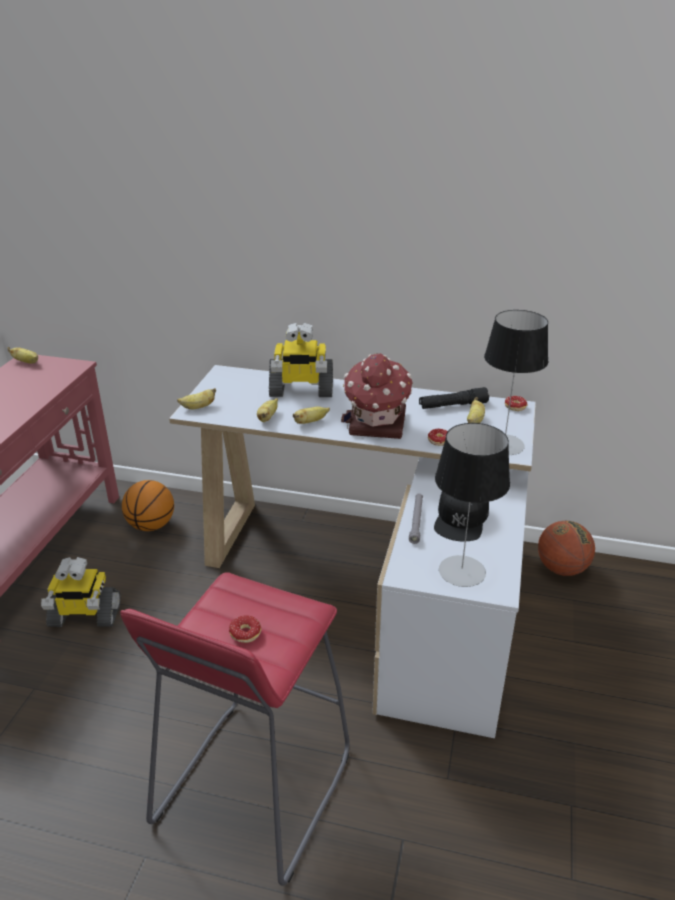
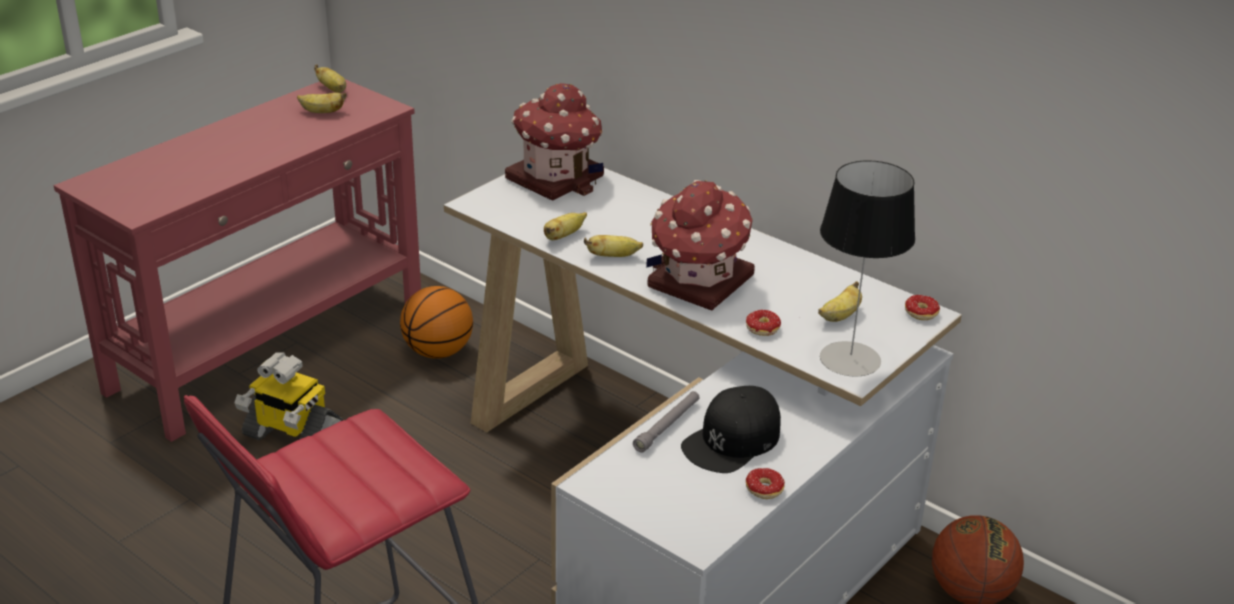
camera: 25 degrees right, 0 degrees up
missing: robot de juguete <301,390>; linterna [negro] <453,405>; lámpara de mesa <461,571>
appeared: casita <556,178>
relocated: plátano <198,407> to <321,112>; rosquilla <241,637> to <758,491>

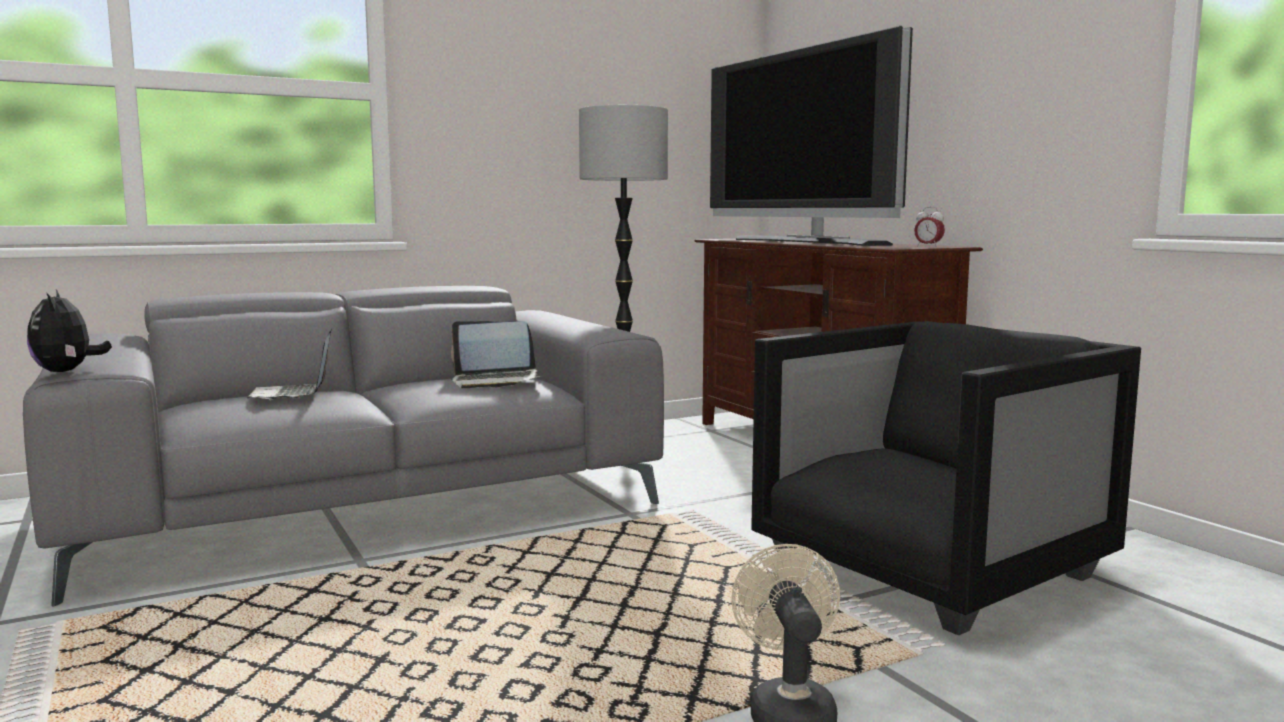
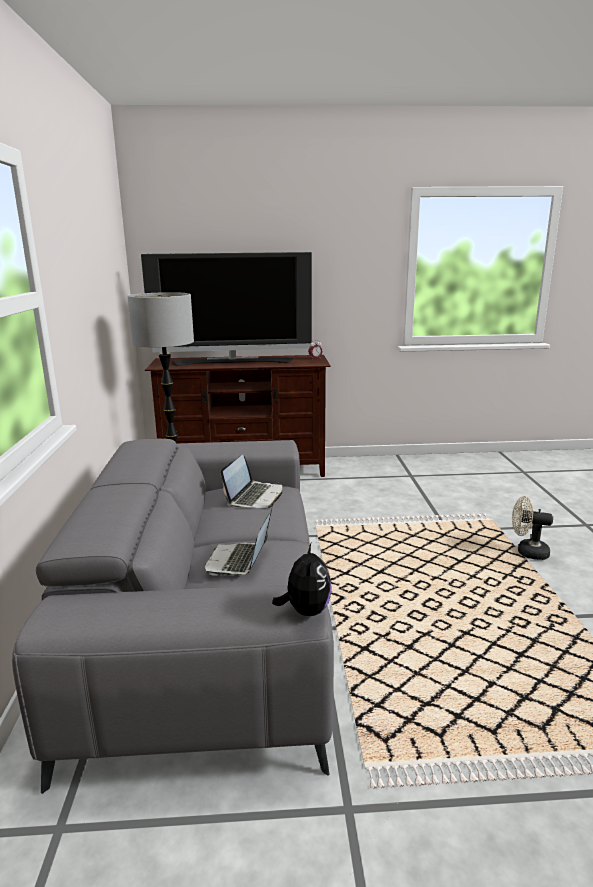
camera: 65 degrees left, 10 degrees up
missing: sillón [negro] <929,570>
spun: peluche <66,371> = <305,610> 90 degrees counterclockwise; portátil <293,395> = <239,561> 90 degrees clockwise

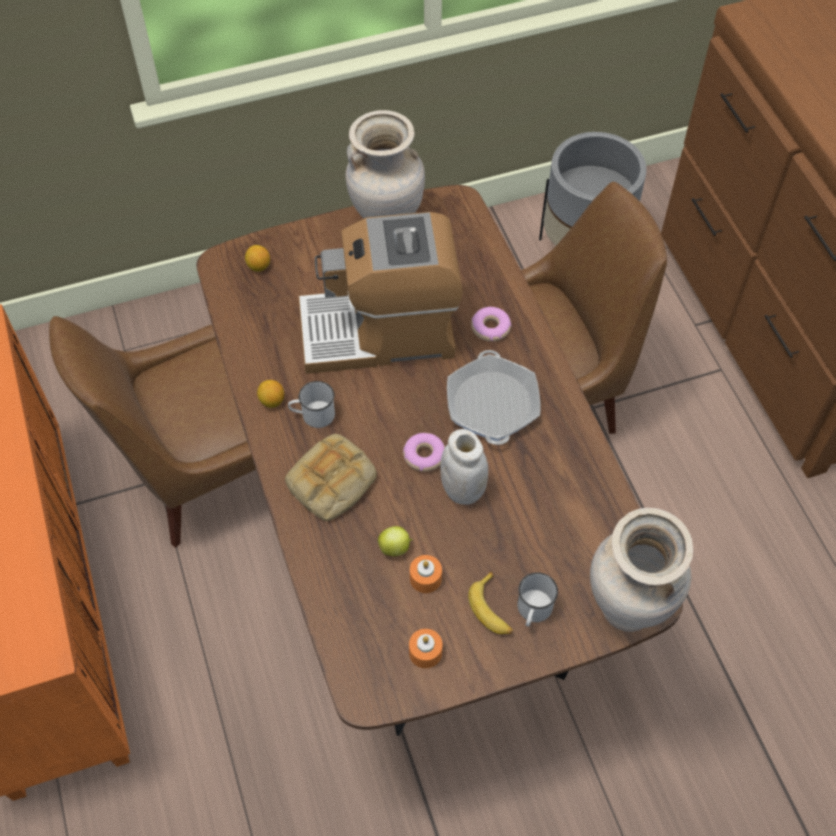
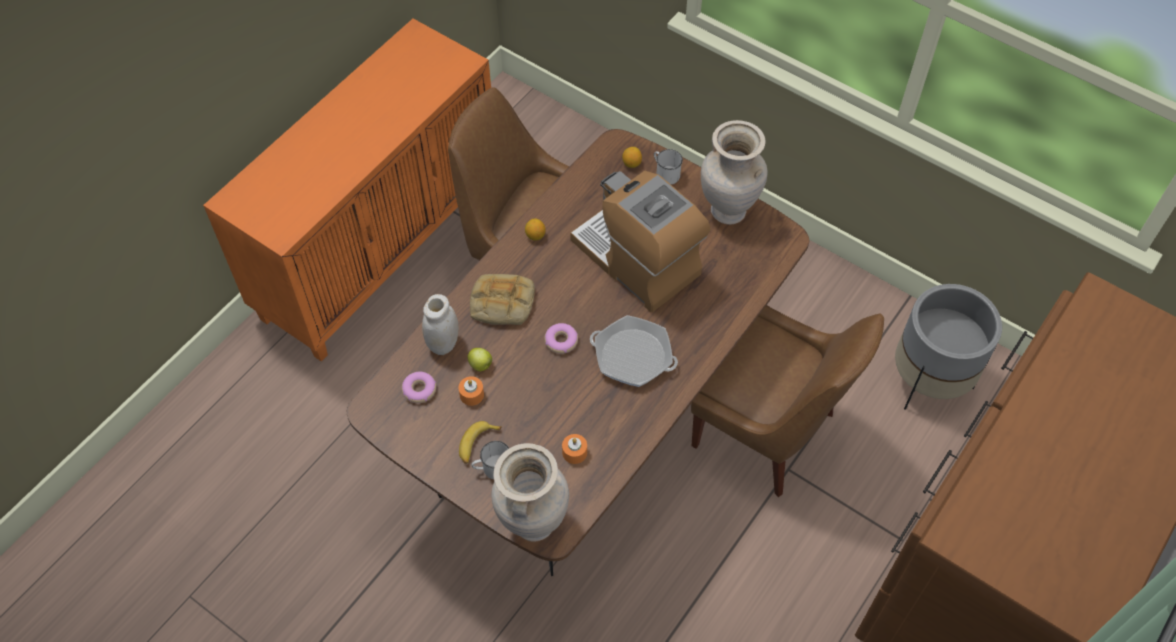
camera: 55 degrees right, 0 degrees up
relocated: taza grande [blanco] <313,415> to <665,173>; vela [naranja] <425,652> to <574,452>; tarro [blanco] <463,490> to <443,343>; rosquilla <490,328> to <419,390>
spun: sartén <492,404> = <633,356> 120 degrees counterclockwise

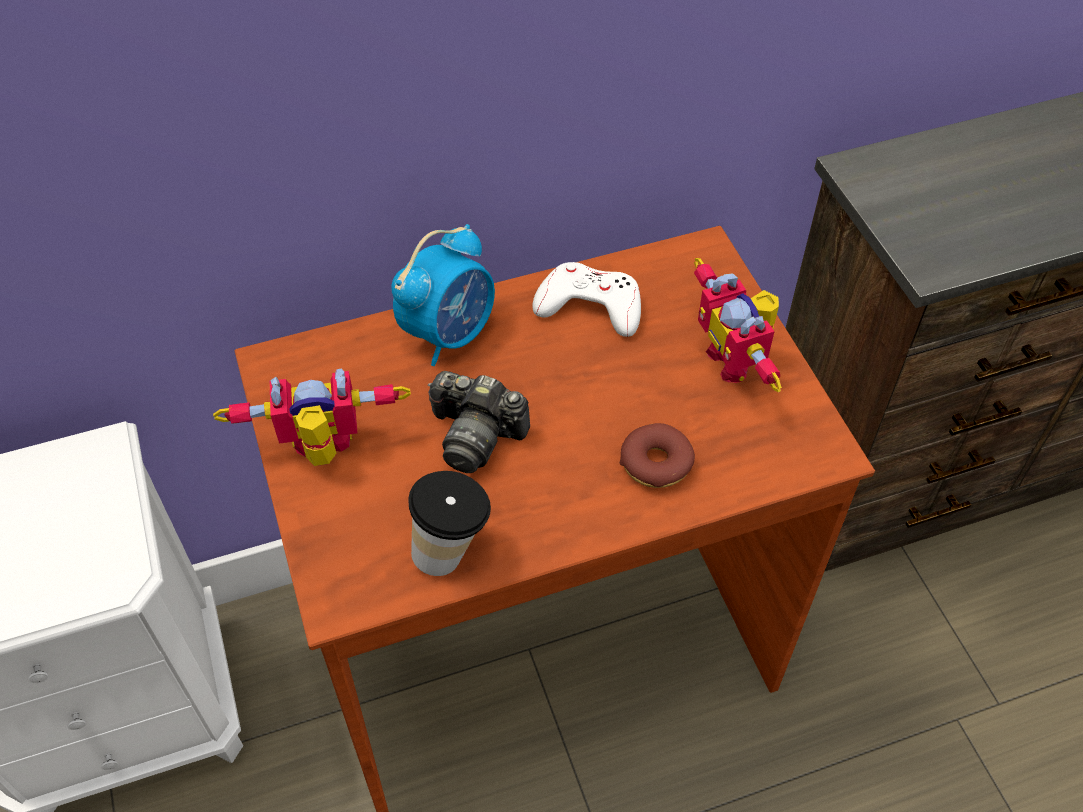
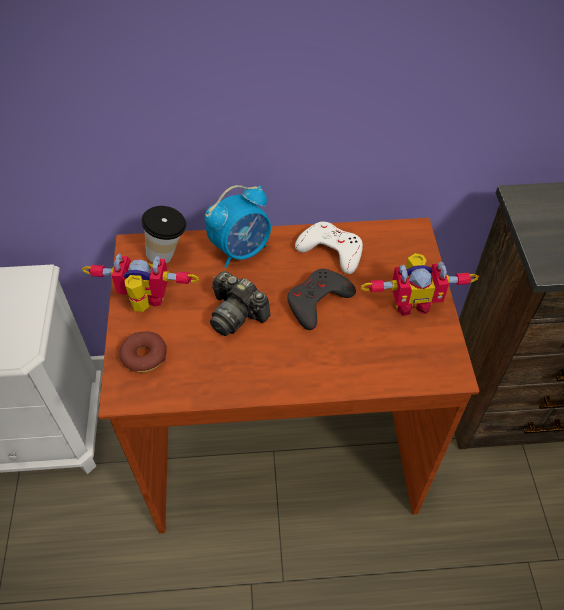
camera: 15 degrees right, 0 degrees up
appeared: mando de consola [gris] <317,301>
relocated: taza <452,552> to <169,255>; rosquilla <656,463> to <144,356>
spun: robot de juguete <736,359> = <412,302> 90 degrees counterclockwise

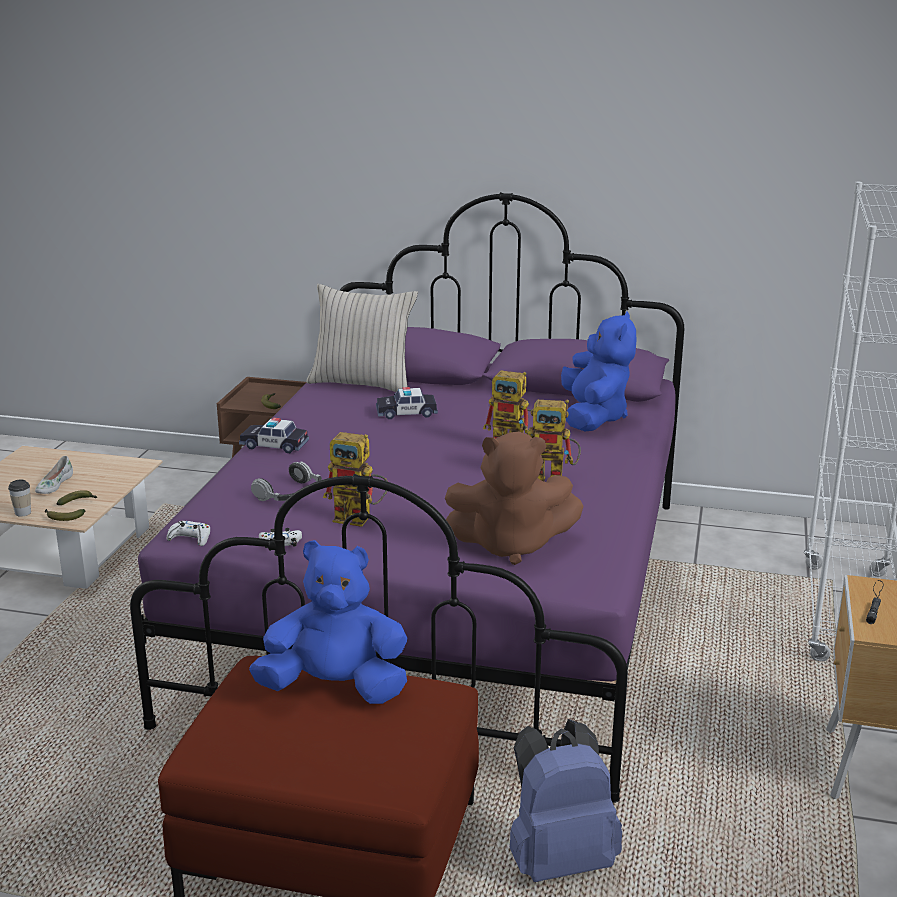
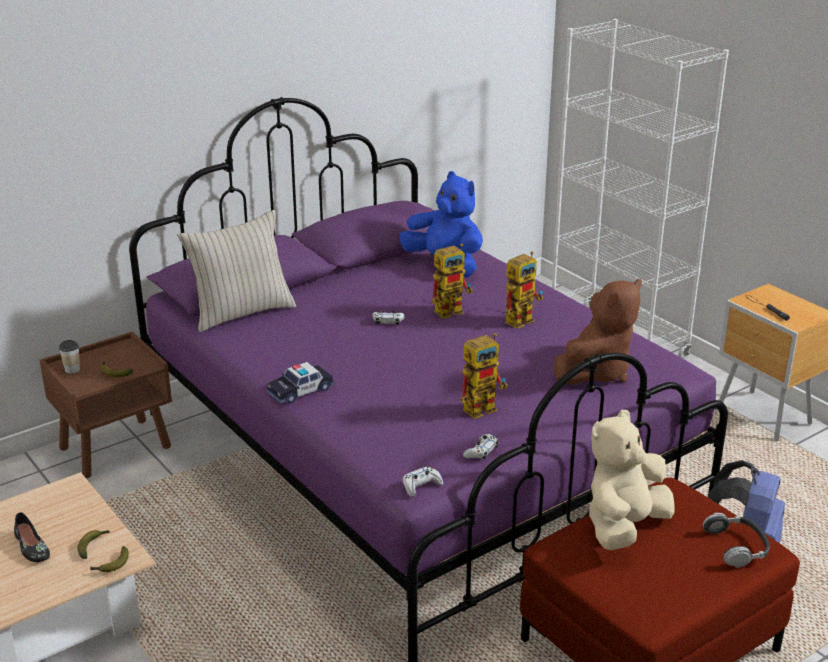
camera: 50 degrees left, 5 degrees up
missing: coche de juguete <406,413>
appeared: mando de consola [blanco] <388,321>
relocated: taza <23,512> to <72,369>; auriculares <290,494> to <737,546>
colour: zapato [blanco] <54,484> to zapato [negro] <31,547>; peluche [azul] <335,688> to peluche [beis] <624,527>

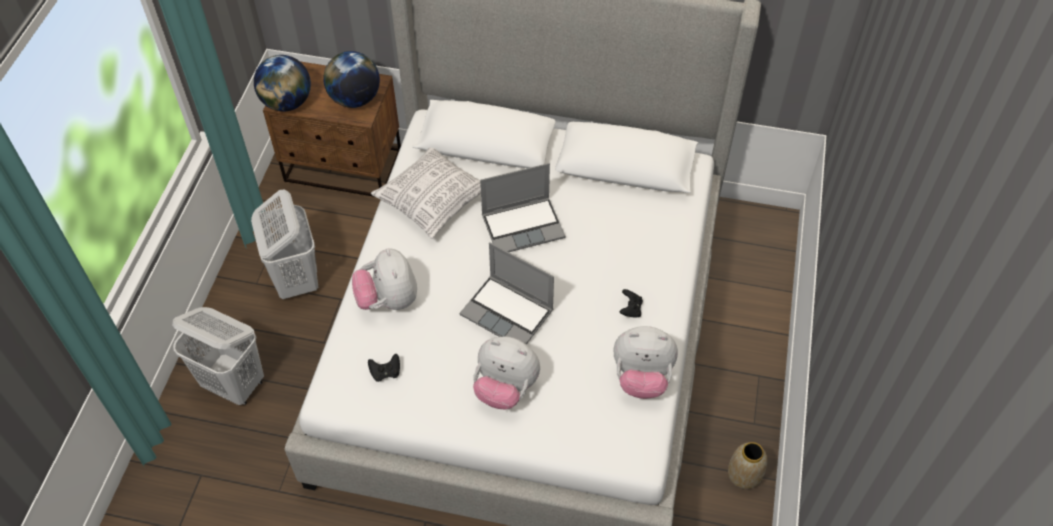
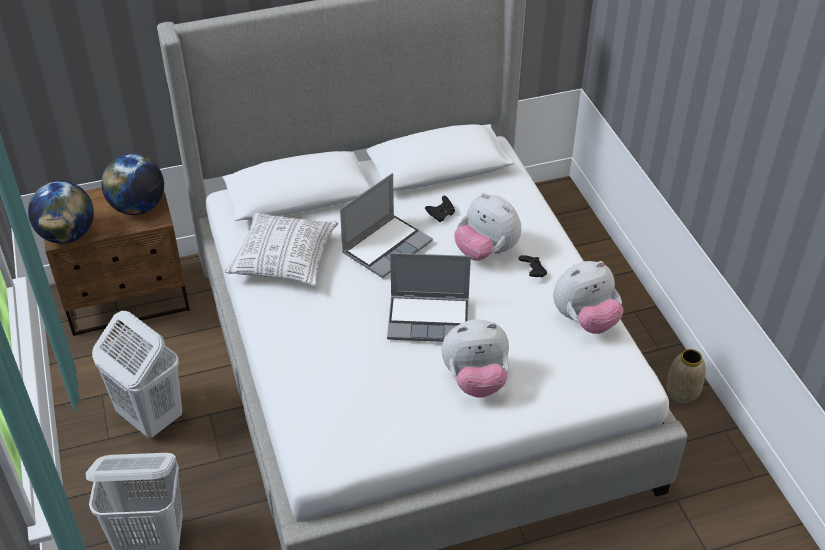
camera: 30 degrees left, 10 degrees down
relocated: peluche <388,300> to <486,251>; mando de consola [negro] <385,372> to <441,215>

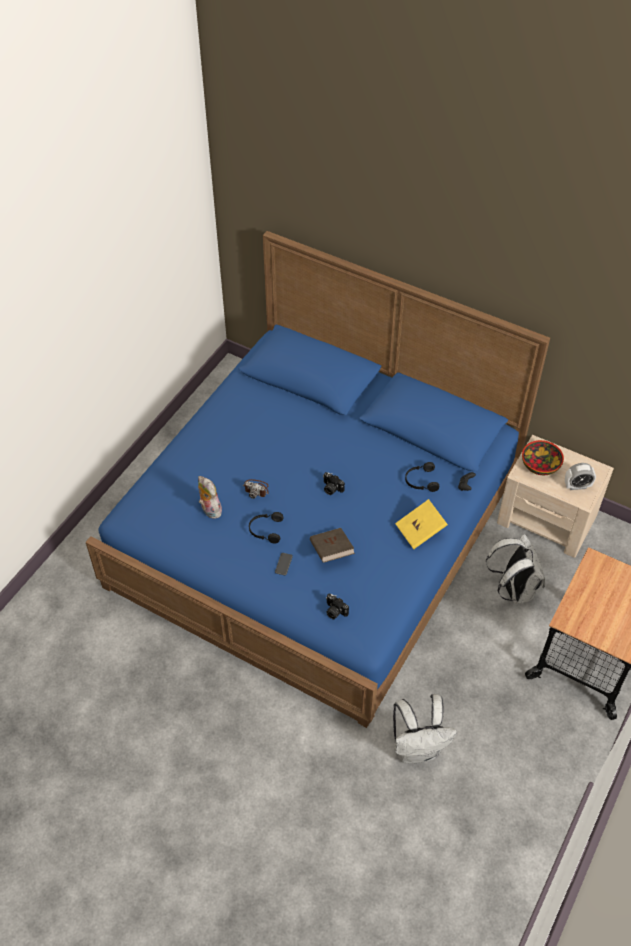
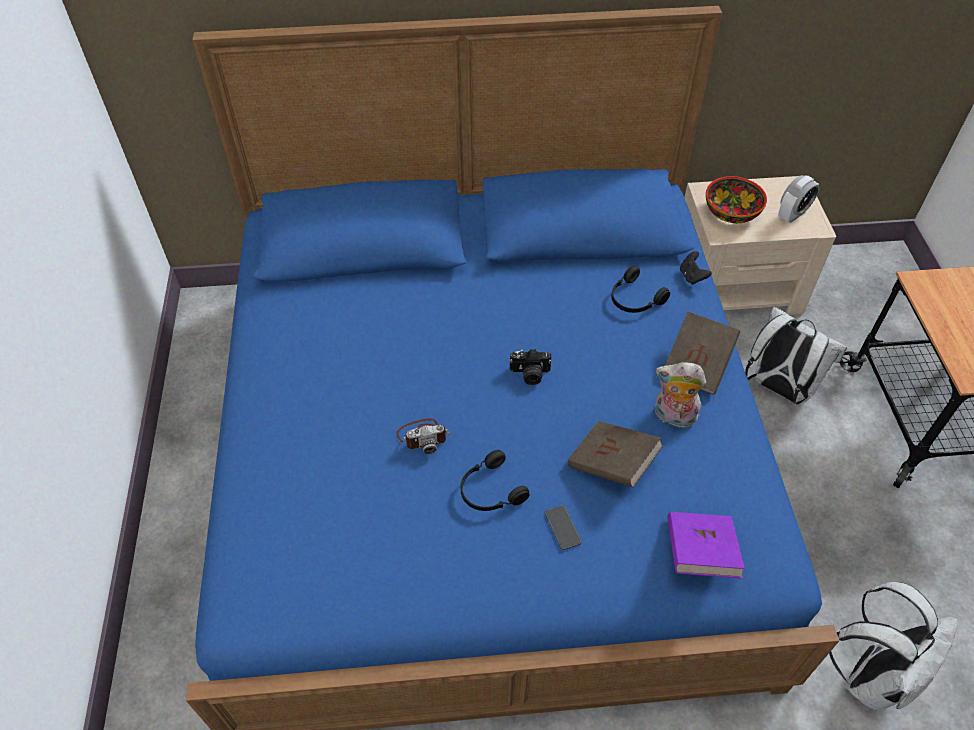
camera: 35 degrees left, 0 degrees up
relocated: peluche <209,510> to <673,417>
exchanged: cámara <334,611> to libro [morado] <699,553>
colour: libro [amarillo] <420,531> to libro [marrón] <697,364>

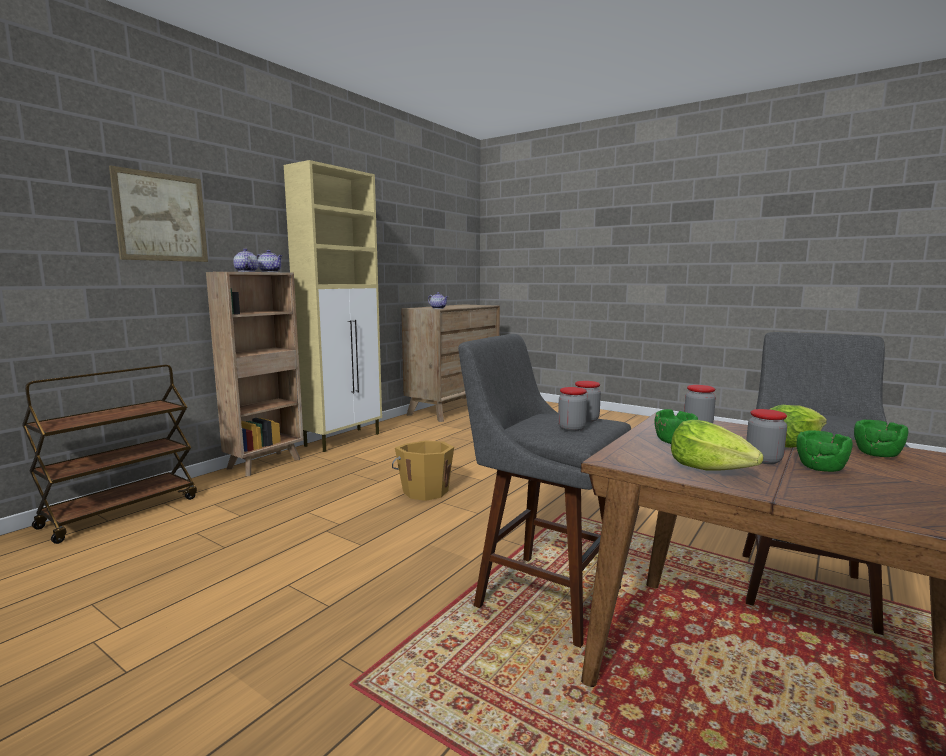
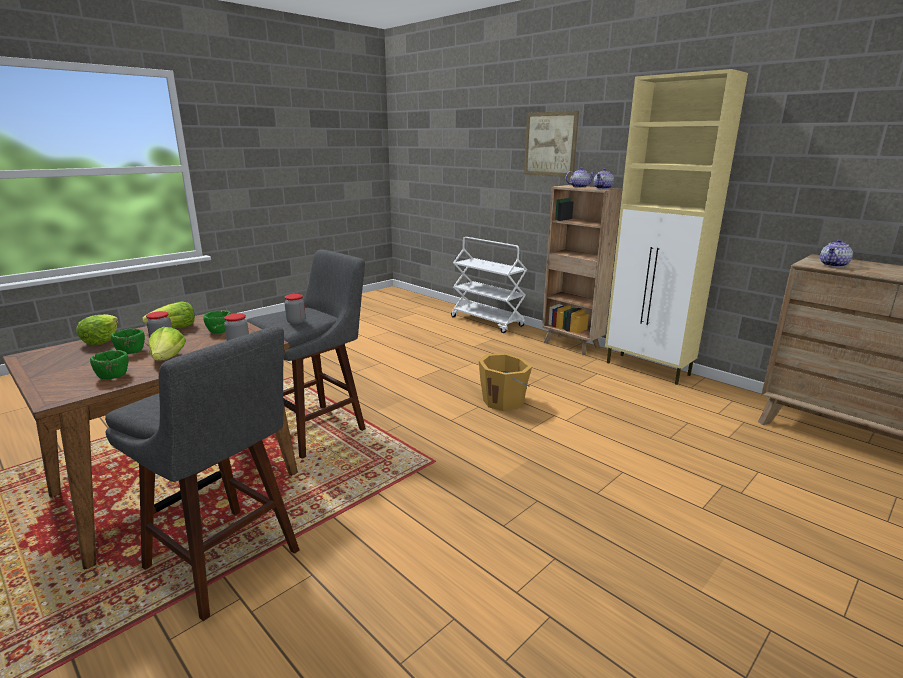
camera: 100 degrees right, 10 degrees up
missing: tarro <571,428>
appeared: lechuga <101,340>
colour: carrito [marrón] <121,511> to carrito [blanco] <487,321>

